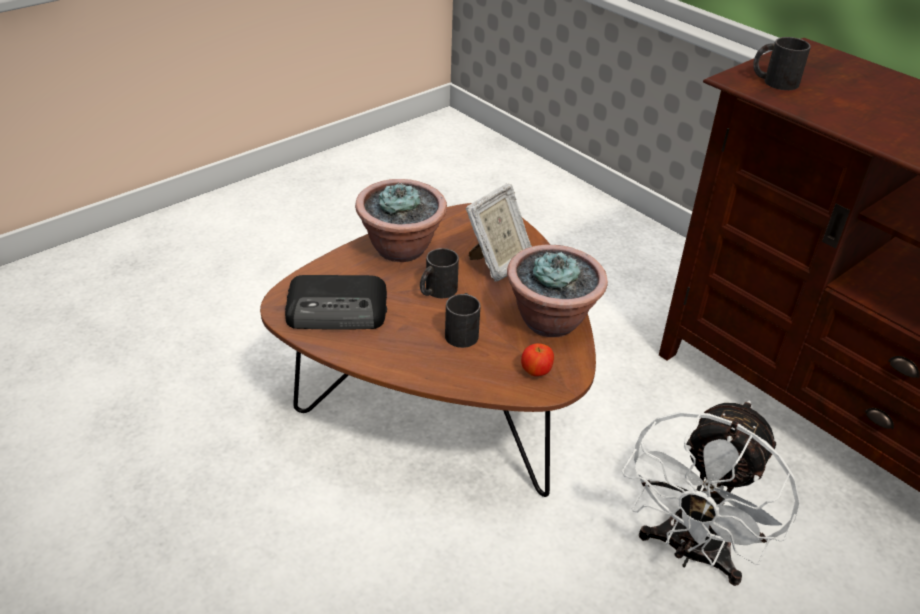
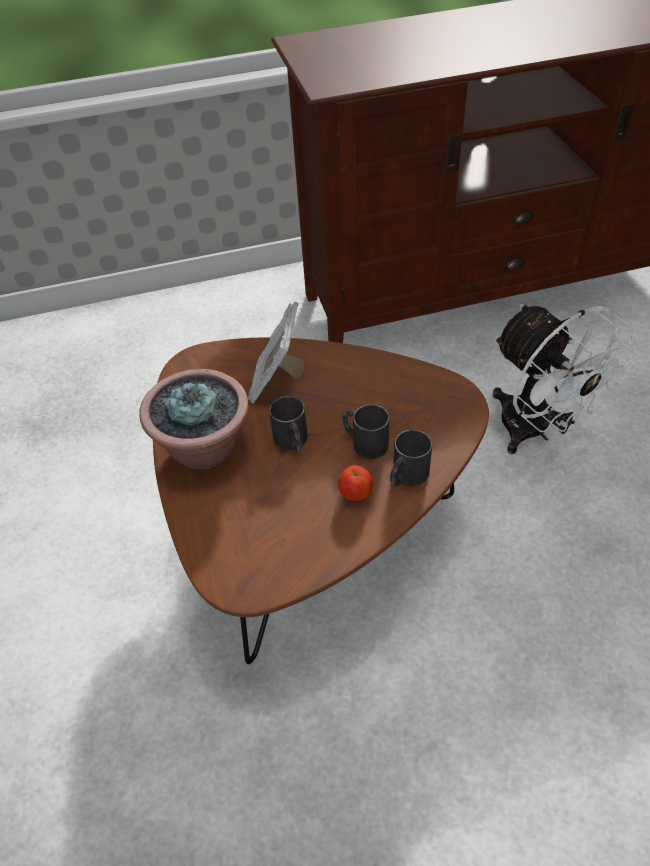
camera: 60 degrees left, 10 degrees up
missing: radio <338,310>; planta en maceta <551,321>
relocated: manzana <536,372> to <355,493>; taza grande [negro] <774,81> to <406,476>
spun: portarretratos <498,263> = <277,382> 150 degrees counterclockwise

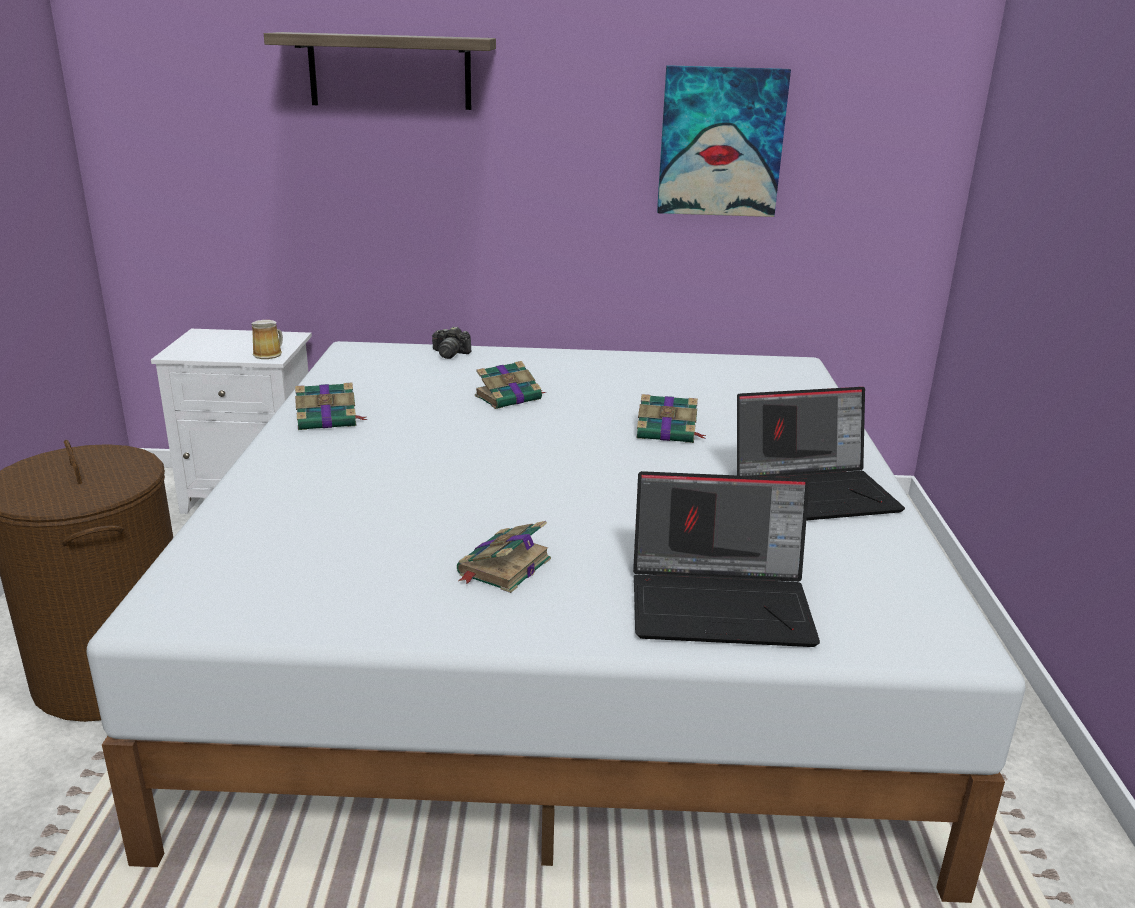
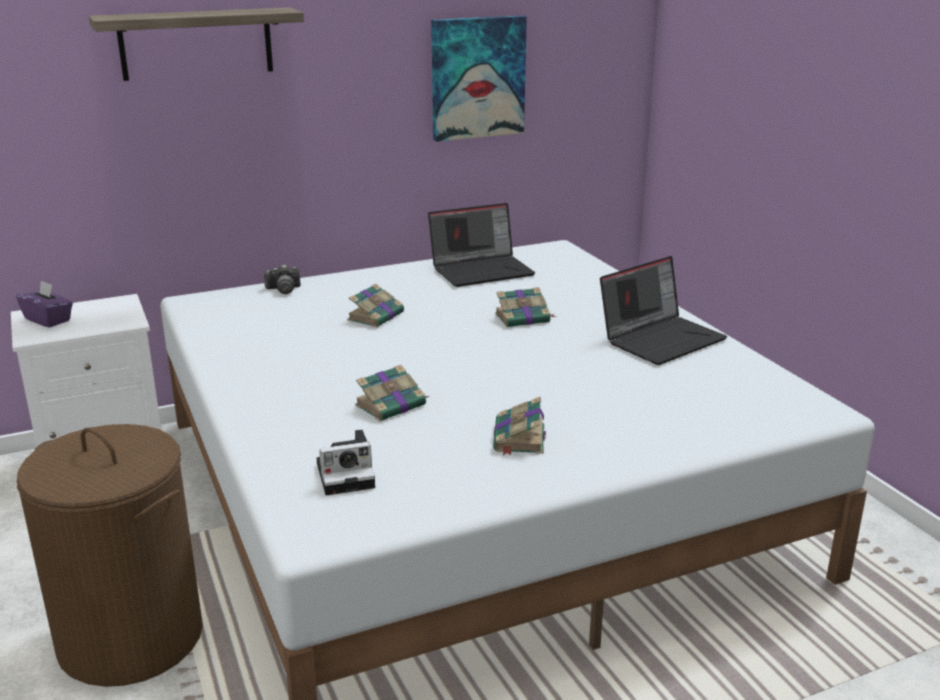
camera: 25 degrees left, 0 degrees up
missing: taza grande <269,354>
appeared: caja de pañuelos [morado] <48,320>; cámara <348,474>
relocated: libro <328,420> to <392,405>; portátil <722,603> to <482,270>

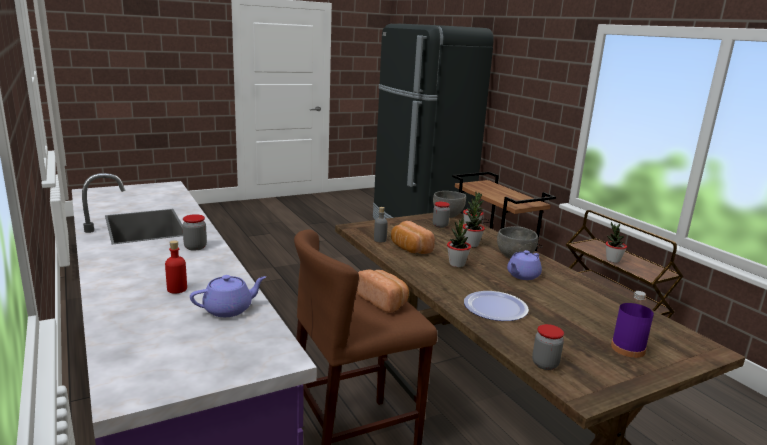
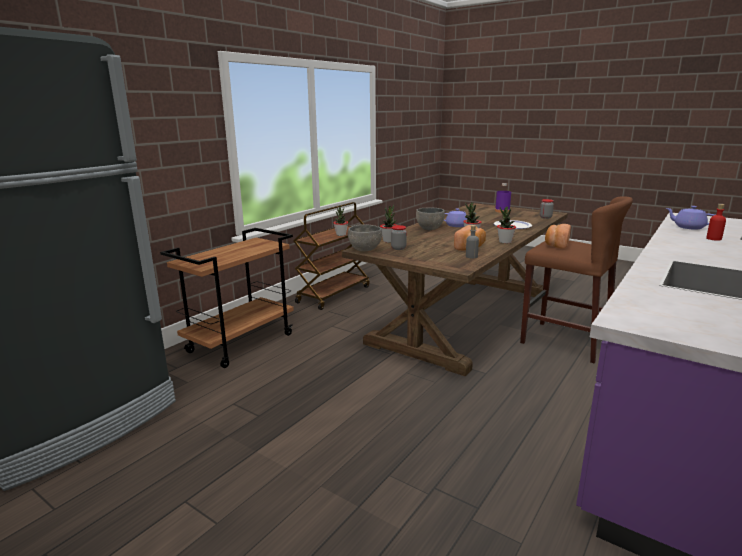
camera: 115 degrees left, 0 degrees up
missing: tarro <195,247>
relocated: planta en maceta <471,244> to <505,242>

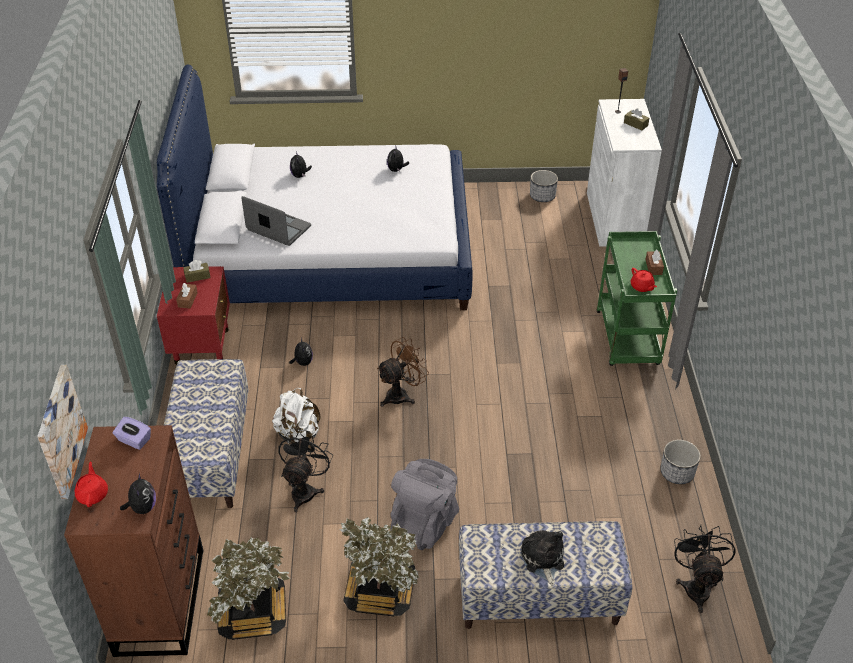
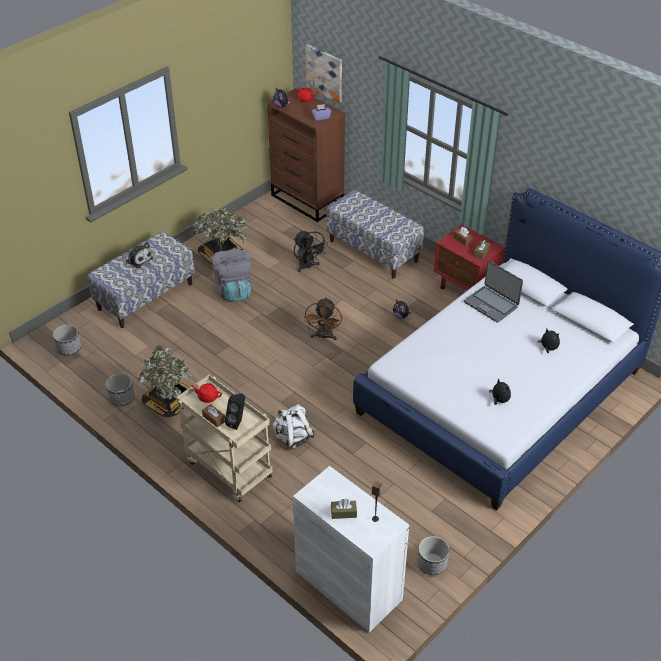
camera: 135 degrees right, 0 degrees up
appeared: altavoz [negro] <237,422>
relocated: planta en maceta <253,613> to <169,402>; mochila [blanco] <298,435> to <293,438>
exchanged: ventilador [negro] <696,586> to maceta <69,348>
colour: carrito [verde] <628,340> to carrito [beis] <227,468>
spun: portátil <278,229> = <491,304> 60 degrees clockwise

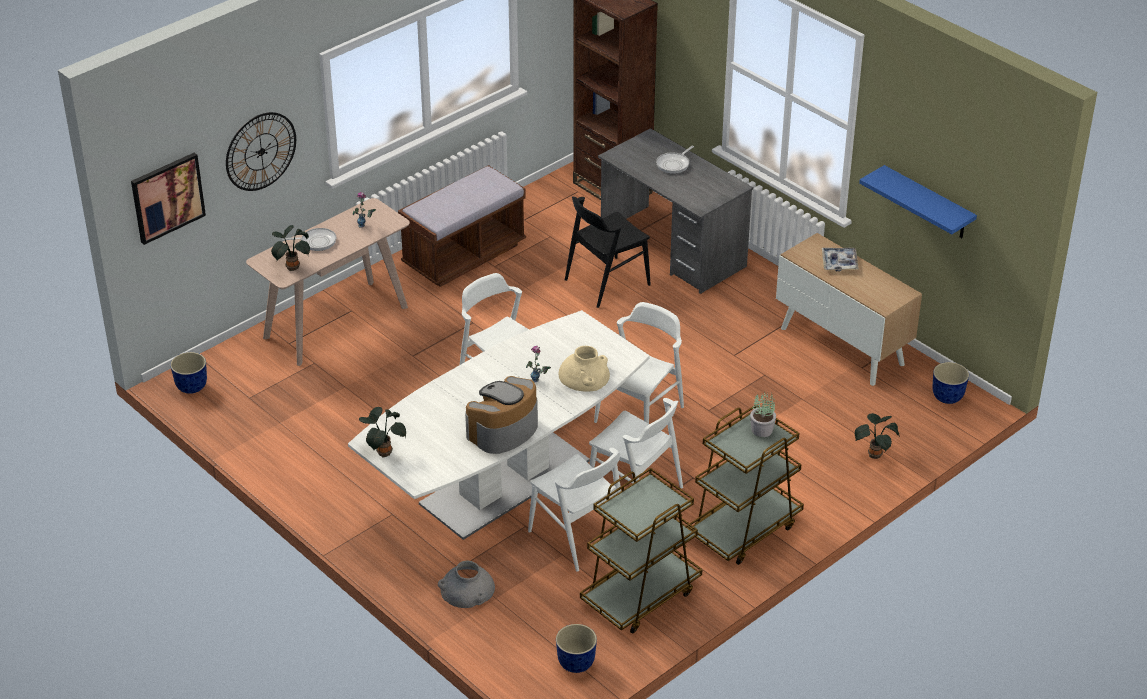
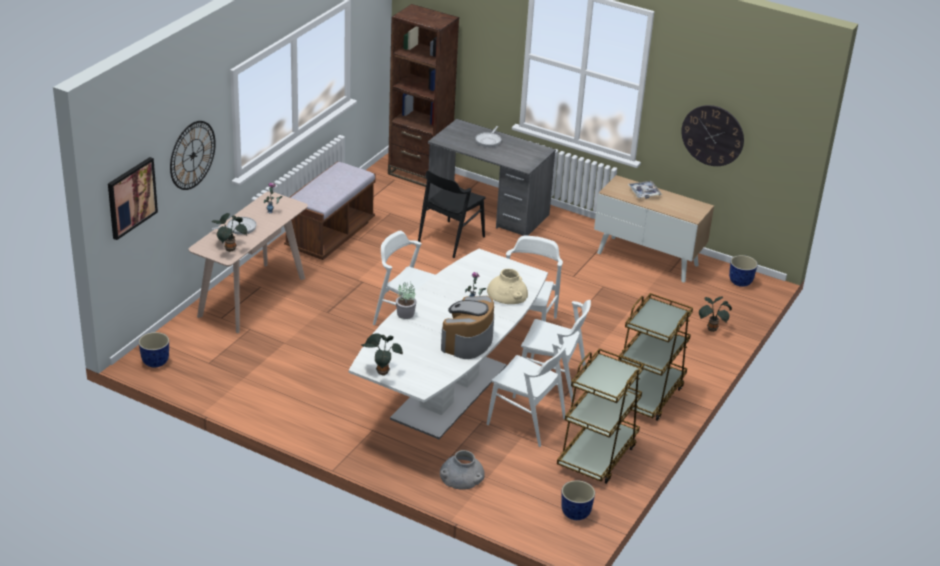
camera: 20 degrees left, 5 degrees down
relocated: planta en maceta <762,430> to <406,314>
exchanged: estante [azul] <928,203> to reloj de pared <712,135>

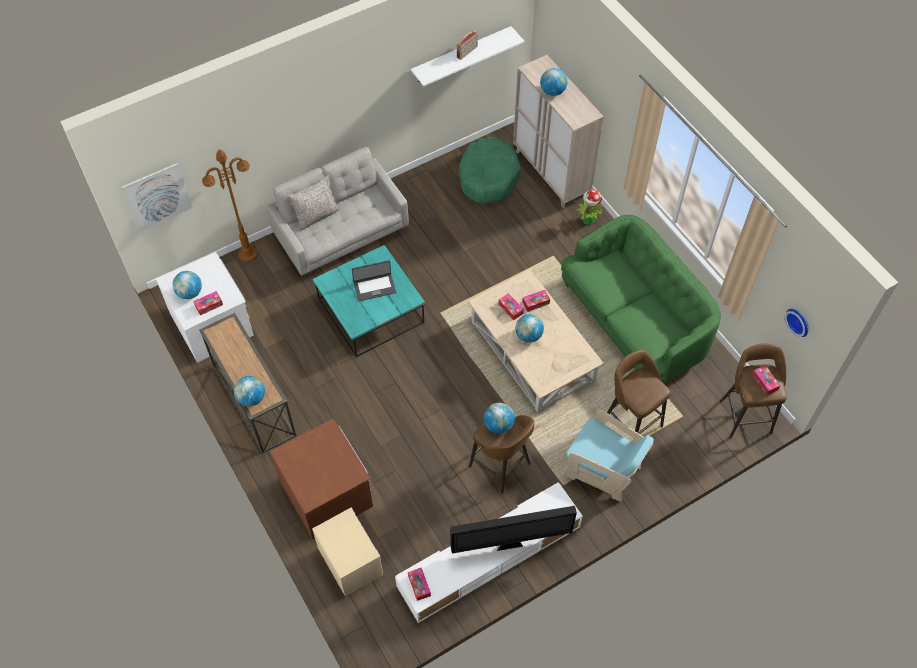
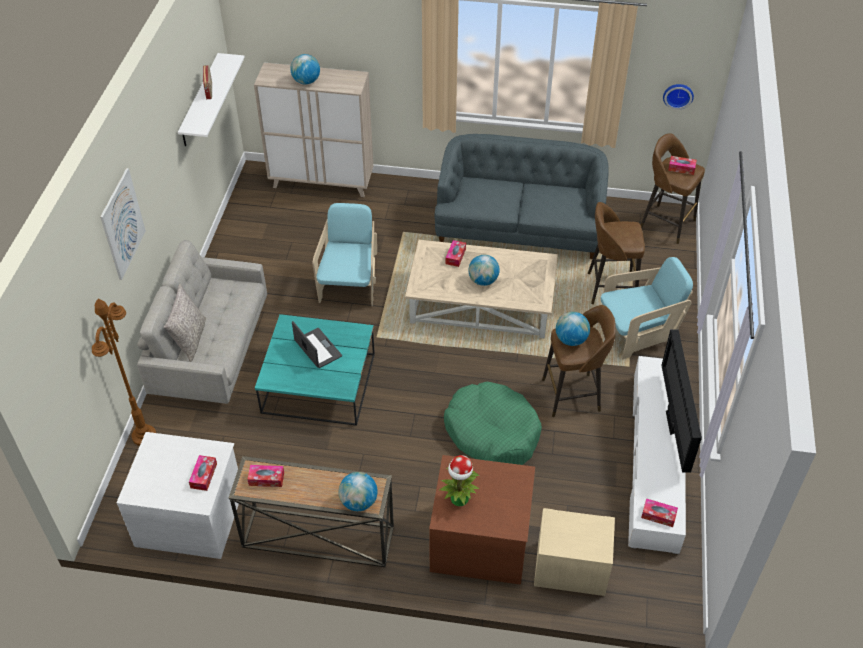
camera: 50 degrees left, 10 degrees down
missing: globo terráqueo <190,293>
appeared: sillón [turquesa] <349,284>
relocated: cuadro <157,197> to <122,224>; cama para perro [verde] <488,177> to <492,432>; caja de pañuelos <510,309> to <266,479>; planta en maceta <588,220> to <459,499>
colour: sofá [verde] <634,322> to sofá [gris] <519,227>
spun: portátil <374,287> = <317,349> 60 degrees counterclockwise; televisor <511,544> = <672,424> 150 degrees clockwise

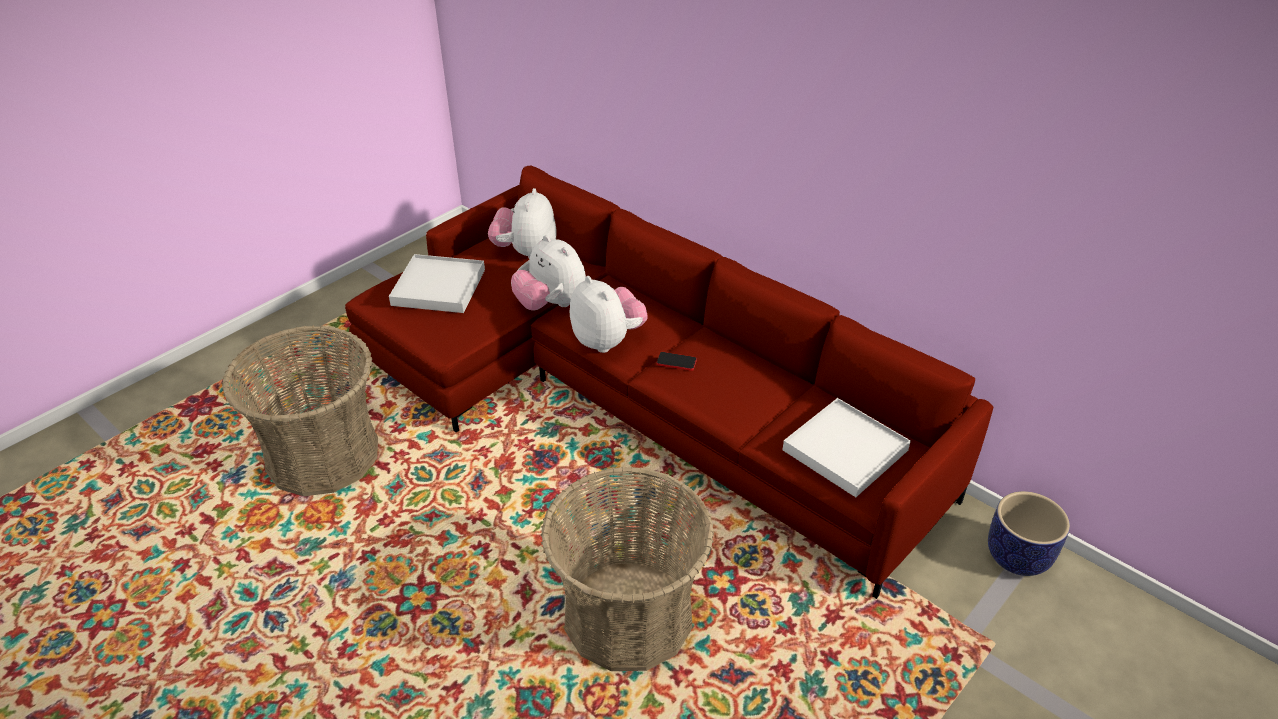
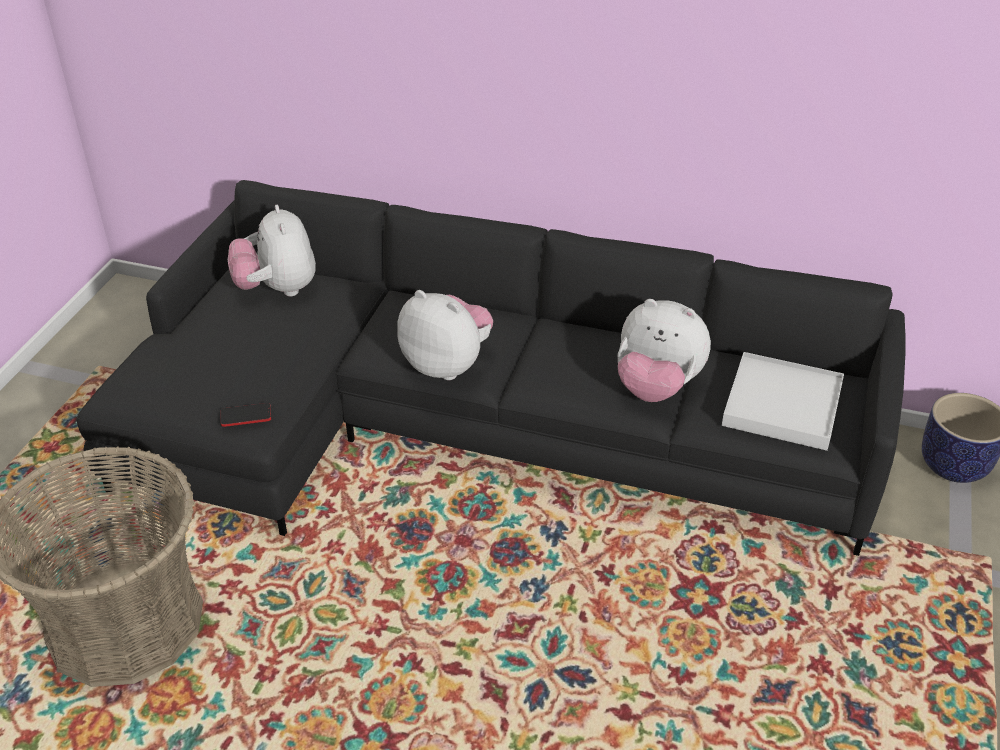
camera: 25 degrees left, 0 degrees up
missing: bandeja [blanco] <438,287>; cesta <628,616>
relocated: peluche <551,304> to <656,387>; móvil <676,362> to <246,416>
colour: sofá [rojo] <636,400> to sofá [negro] <475,429>

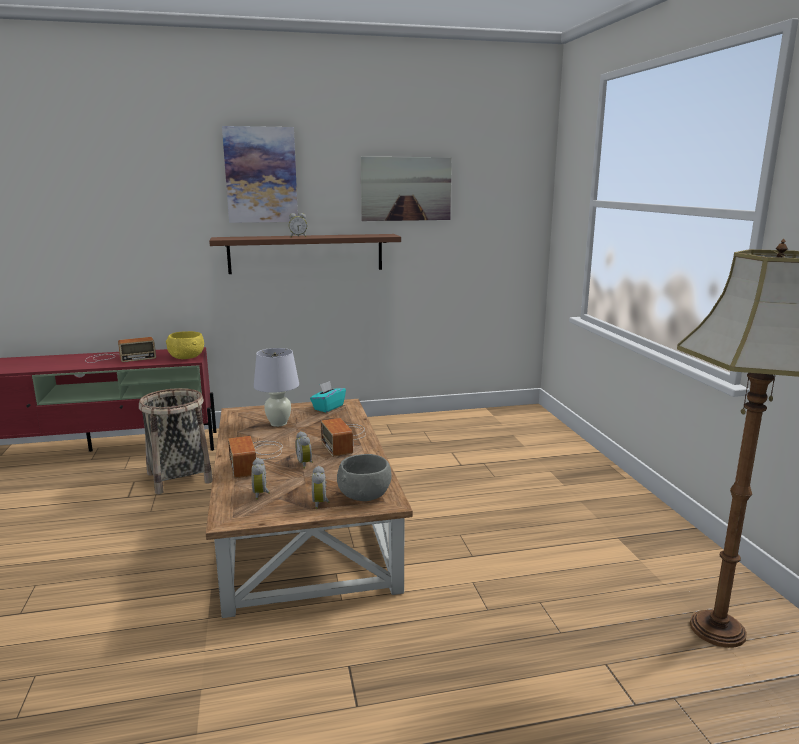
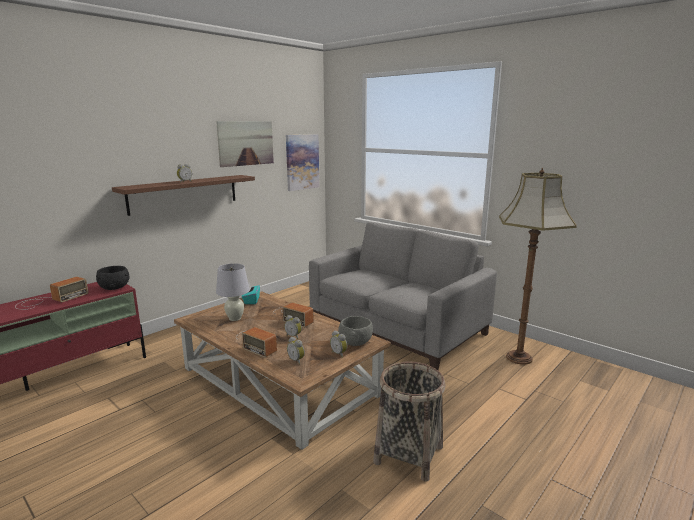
camera: 35 degrees left, 0 degrees up
appeared: sofá [gris] <396,327>
relocated: cesta <180,477> to <408,454>; cuadro <261,175> to <302,162>
colour: cuenco [amarillo] <187,357> to cuenco [negro] <115,287>

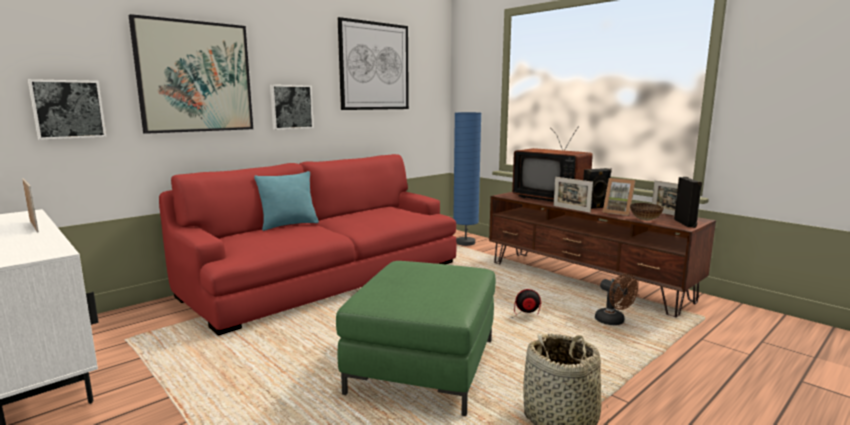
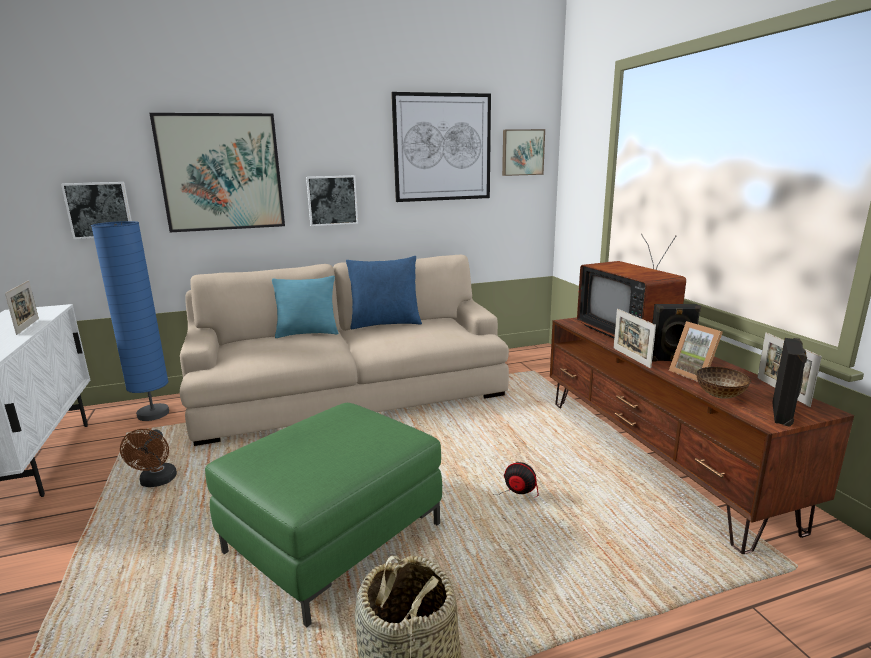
camera: 25 degrees right, 5 degrees up
appeared: cojín [azul] <385,323>; cuadro <522,152>
relocated: lámpara de pie [azul] <465,242> to <153,414>; ventilador [marrón] <613,322> to <156,482>
colour: sofá [rojo] <327,278> to sofá [beis] <352,394>

